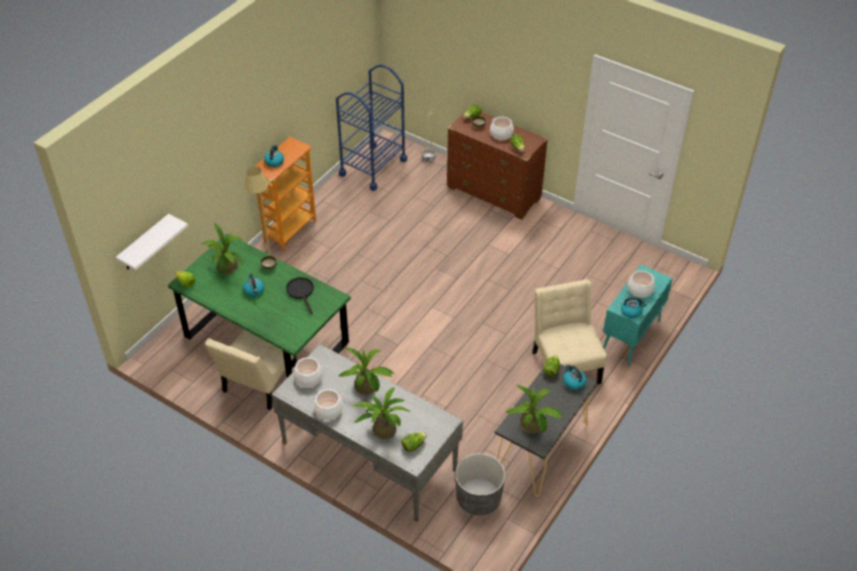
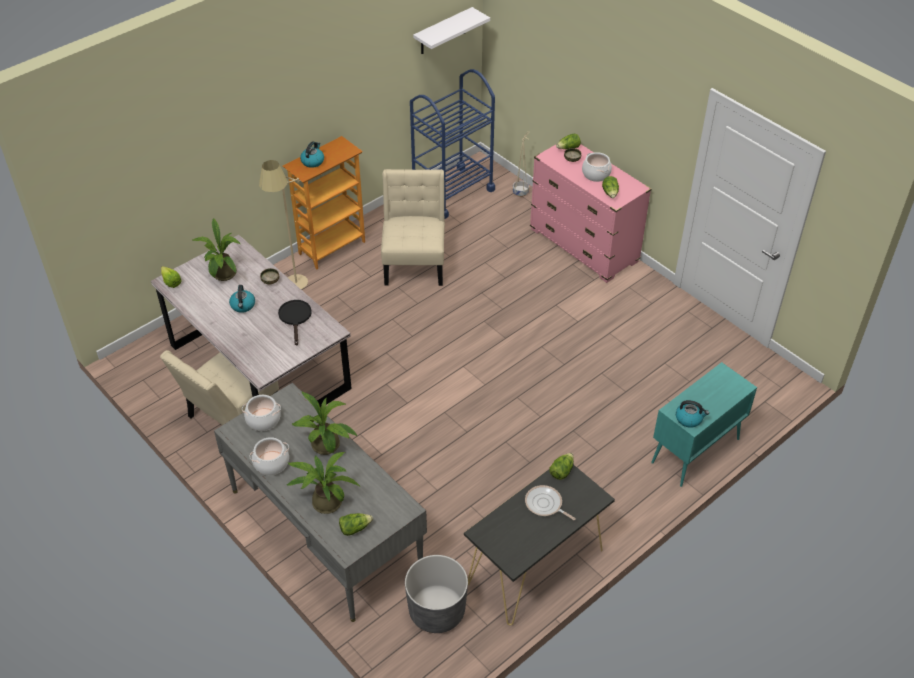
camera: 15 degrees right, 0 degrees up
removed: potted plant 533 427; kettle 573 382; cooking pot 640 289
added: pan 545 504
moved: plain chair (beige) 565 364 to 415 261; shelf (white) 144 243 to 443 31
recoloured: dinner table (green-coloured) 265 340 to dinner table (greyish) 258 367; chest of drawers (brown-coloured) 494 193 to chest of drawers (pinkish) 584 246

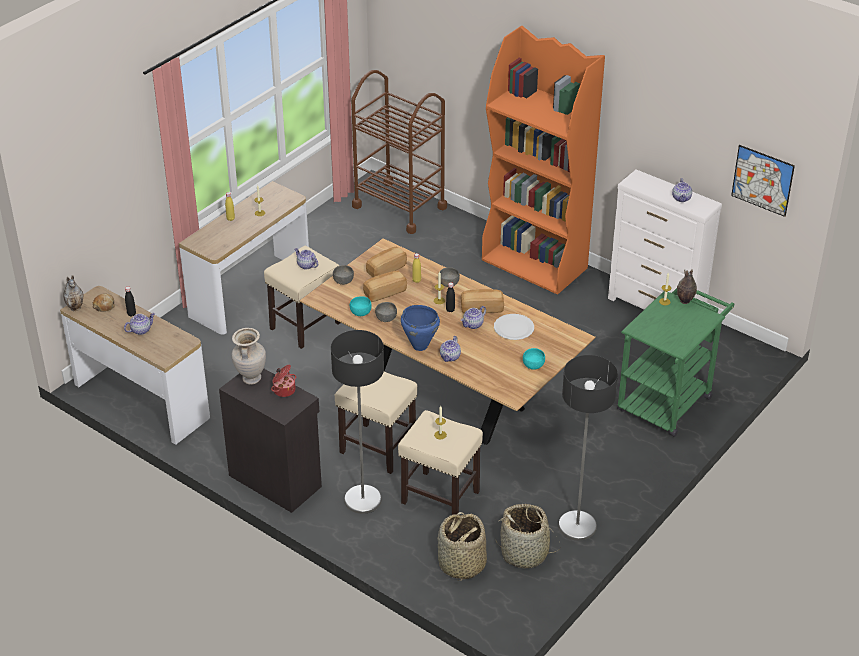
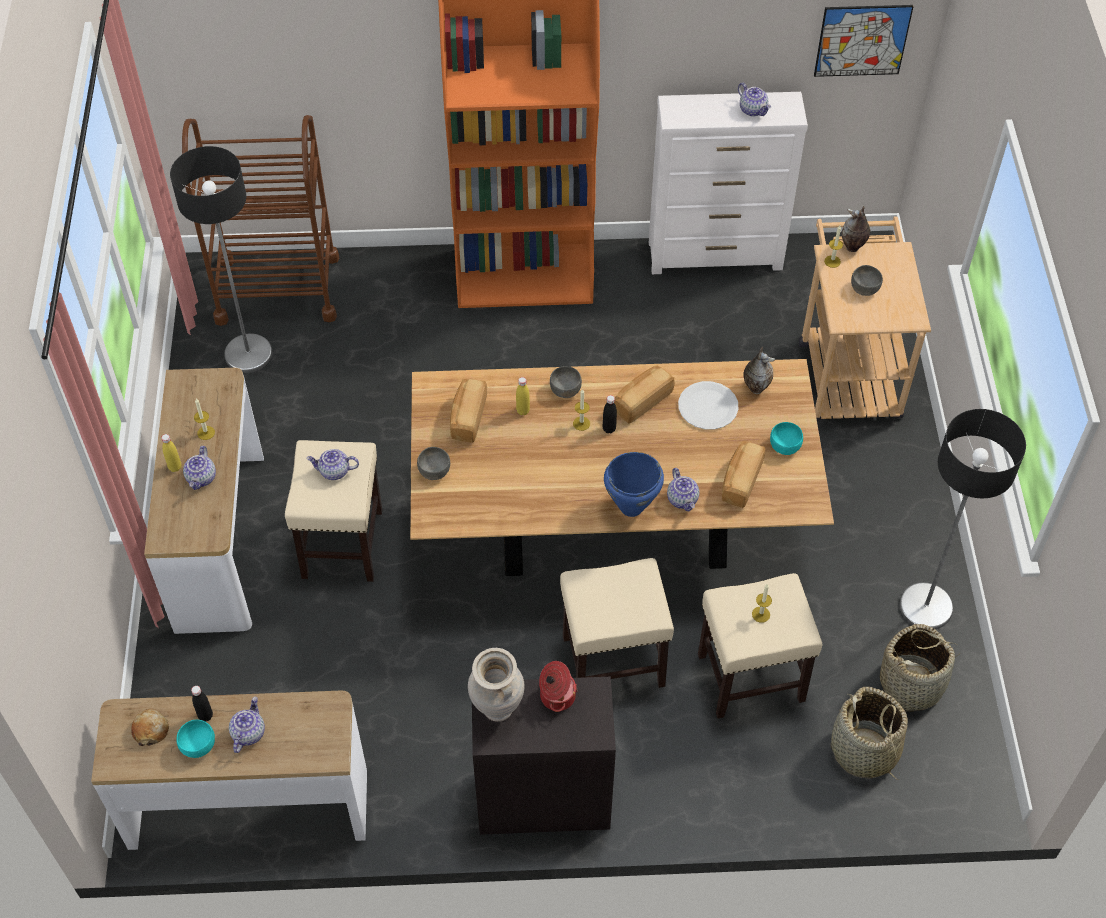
camera: 40 degrees left, 15 degrees up
moved: floor lamp 362 500 to 248 354; bowl (turquoise-coloured) 360 312 to 198 746; pot for tea 473 325 to 202 478; baked bread 384 292 to 740 481; decorative vase 76 307 to 756 387; bowl (greyish) 386 318 to 864 288
recoloured: wheeled cart (green-coloured) 668 399 to wheeled cart (beige) 847 370

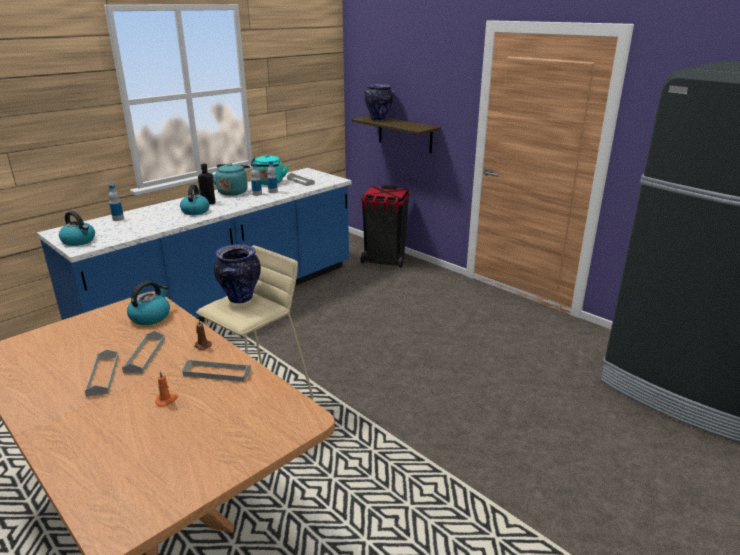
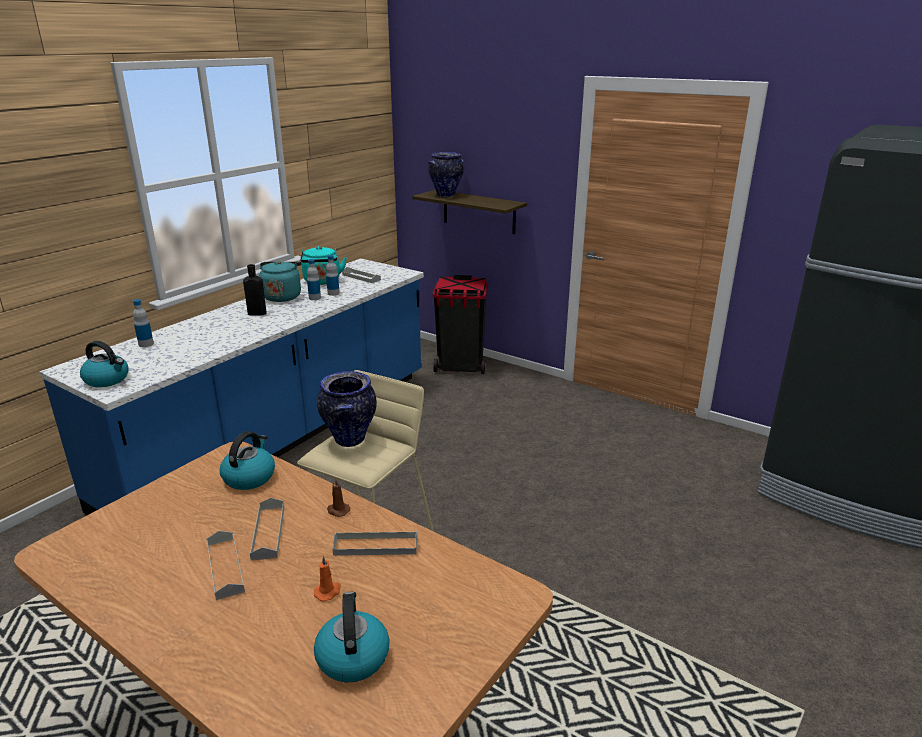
camera: 10 degrees left, 0 degrees up
moved: kettle 195 211 to 352 656

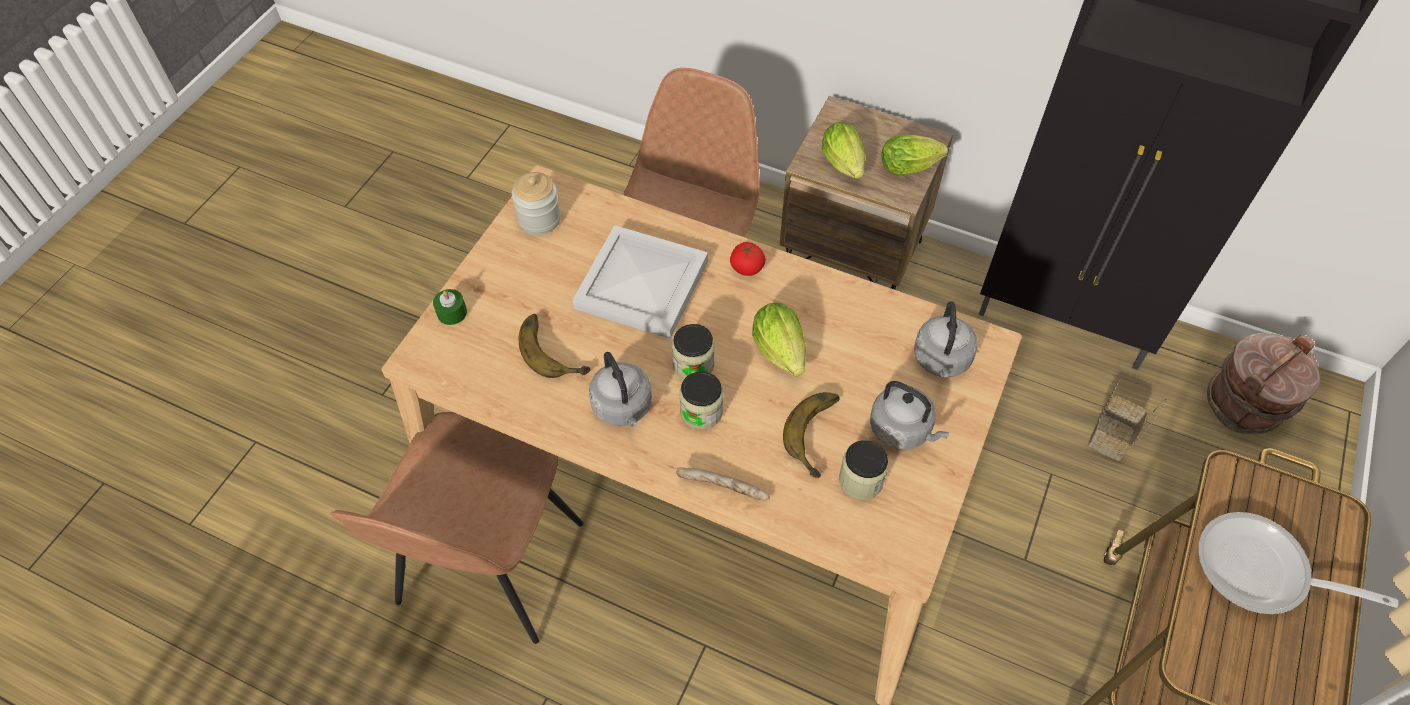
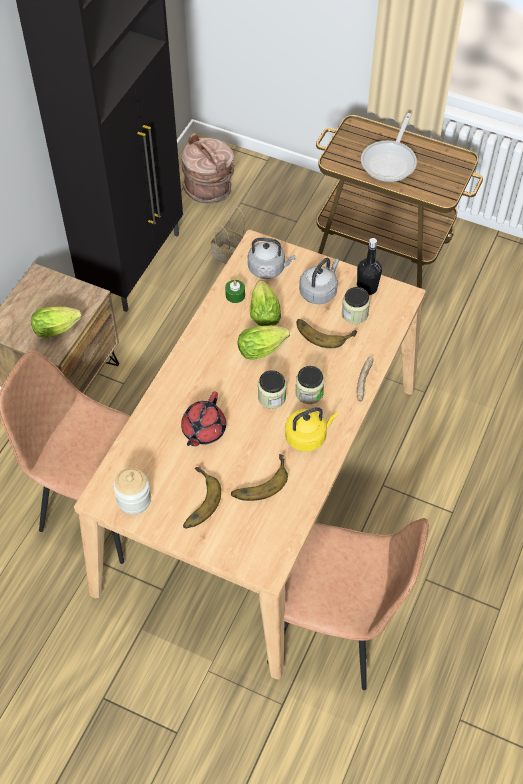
camera: 90 degrees left, 0 degrees up
removed: fresh tomato 747 268
added: banana 195 500; bottle (blackish) 367 288
moved: wax candle (green-coloured) 452 312 to 235 295; lettuce 911 167 to 263 312
replaced: serving tray (white) 639 285 to pot for tea (red) 203 430
recoloured: kettle (greyish) 623 408 to kettle (yellow-coloured) 307 436

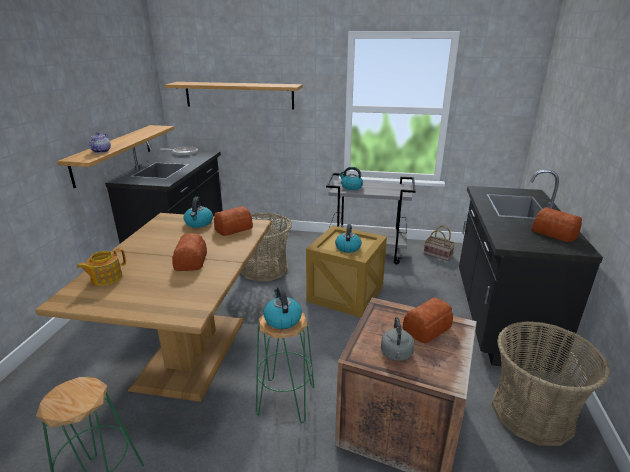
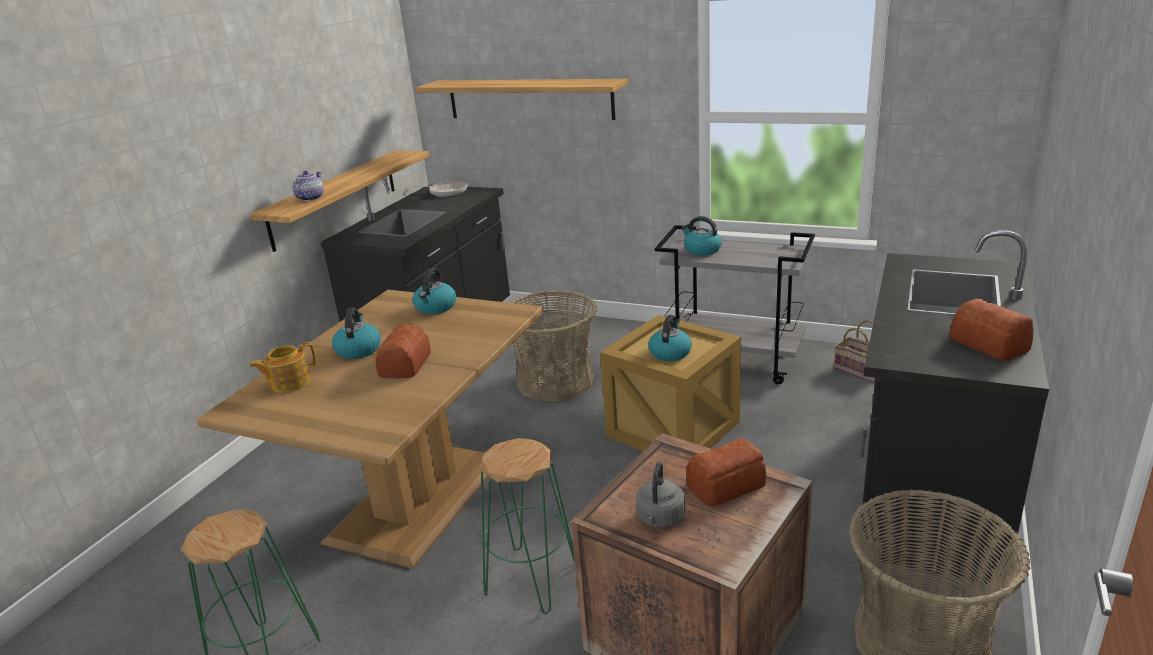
camera: 15 degrees right, 0 degrees up
removed: baked bread 232 228
moved: kettle 282 319 to 358 350

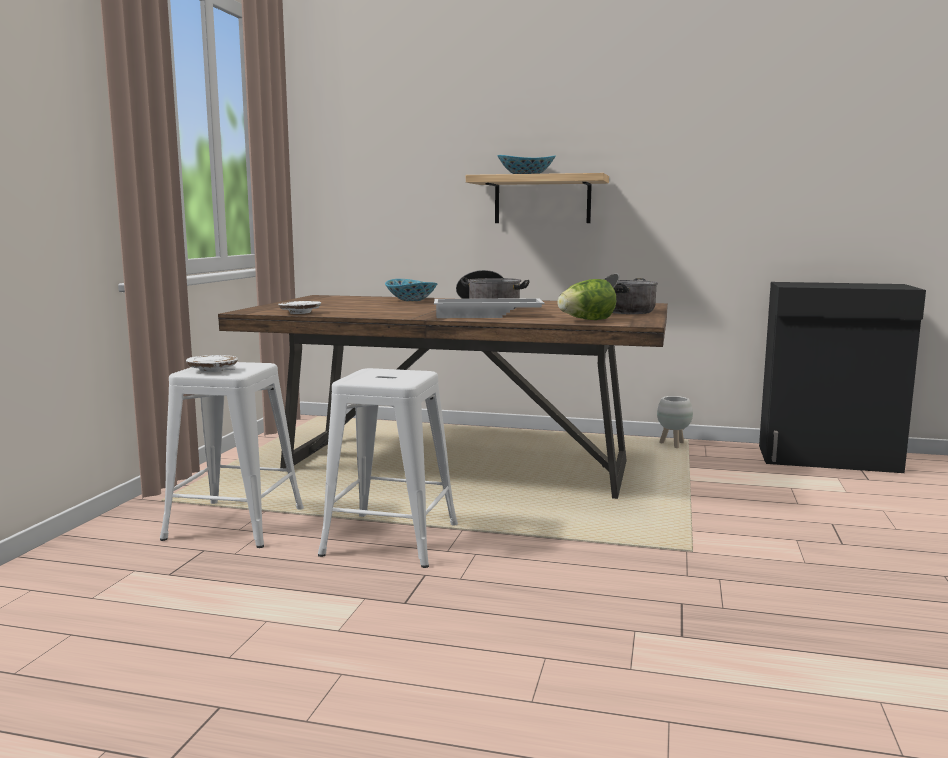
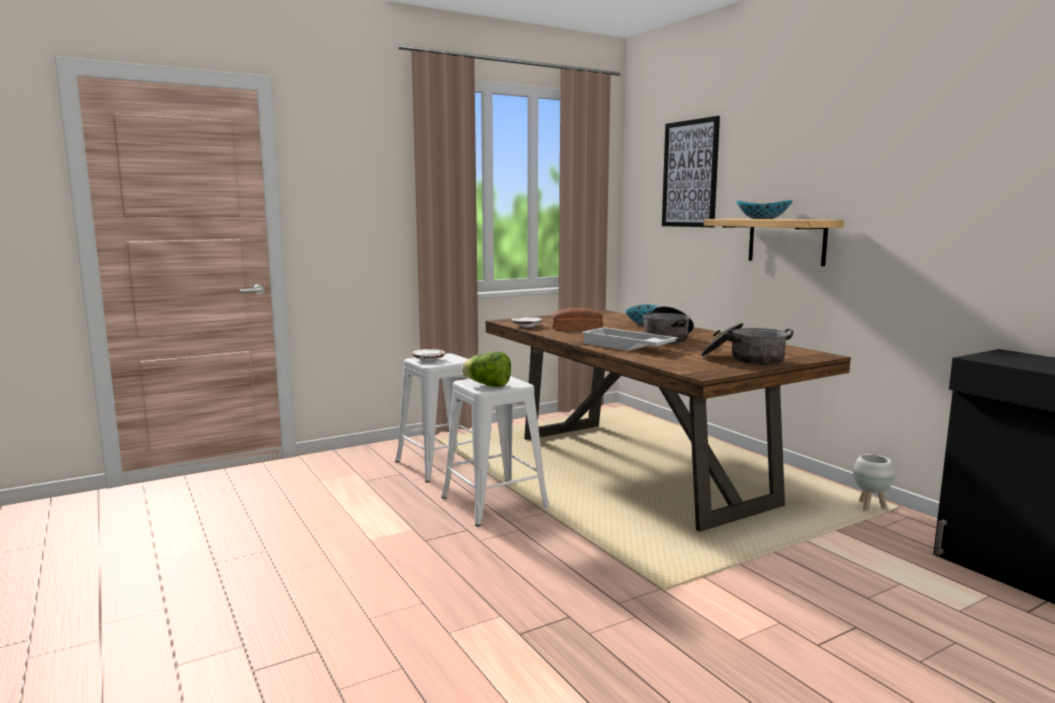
camera: 45 degrees right, 0 degrees up
added: baked bread 576 327; wall art 690 174
moved: lettuce 586 320 to 488 385

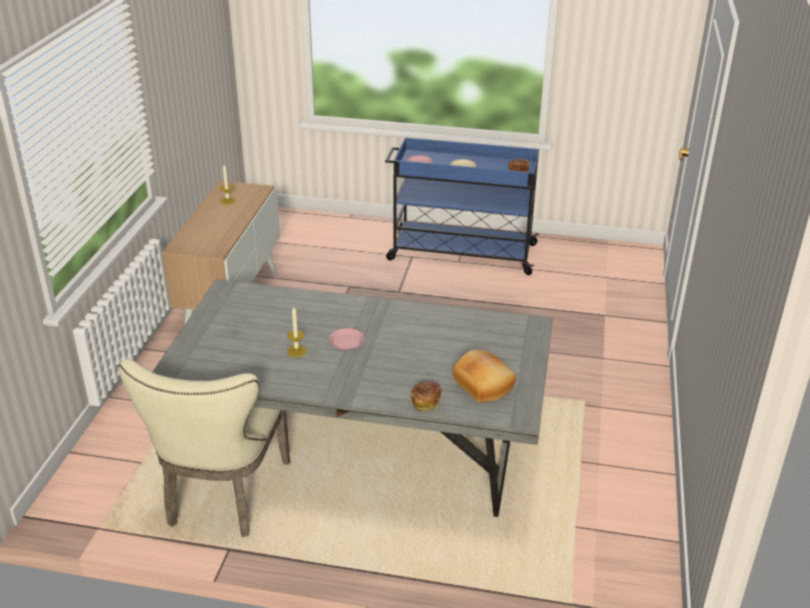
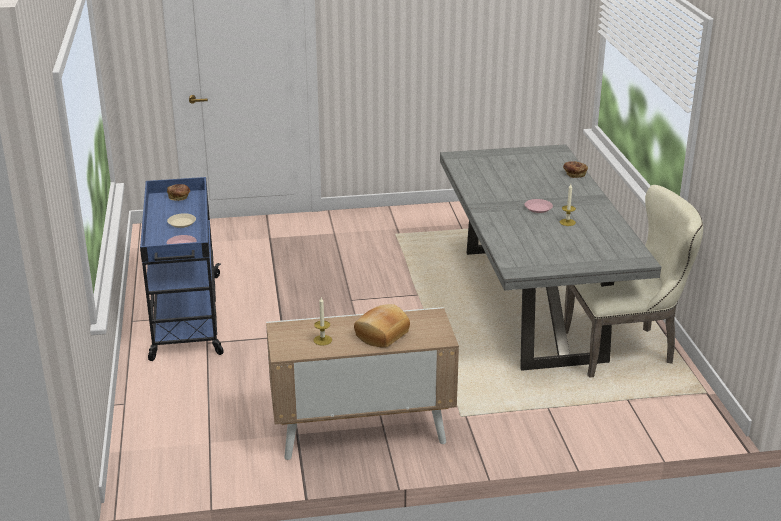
camera: 110 degrees left, 5 degrees down
moved: baked bread 484 385 to 381 334

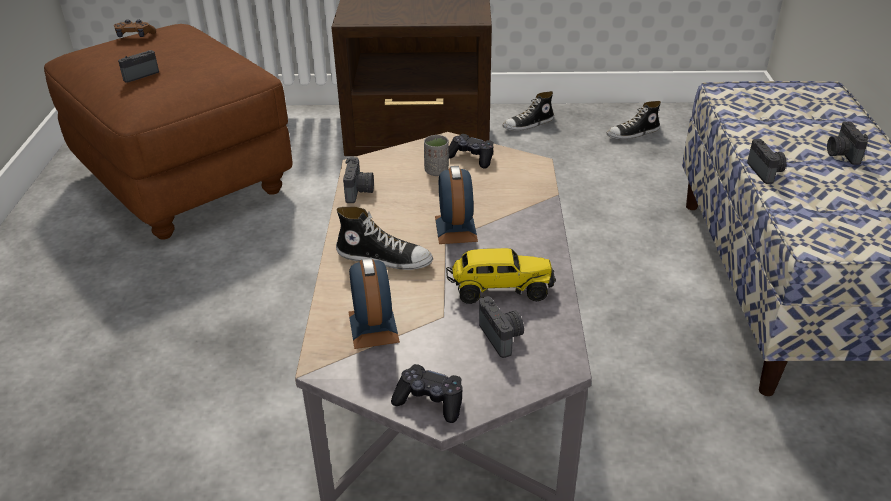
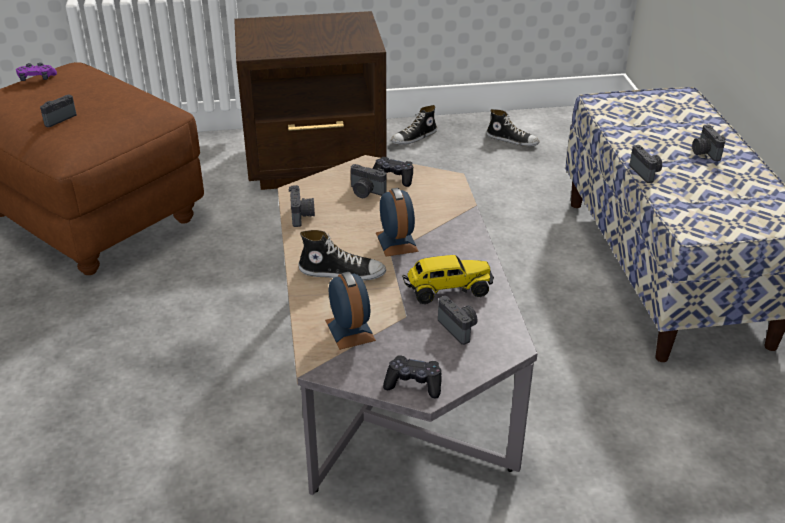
camera: 10 degrees left, 0 degrees up
replaced: drinking cup (greyish) 436 171 to photo camera 366 192
recoloured: joypad (brown-coloured) 135 36 to joypad (purple) 37 79
turned: shoe 633 134 = 512 140 120 degrees counterclockwise

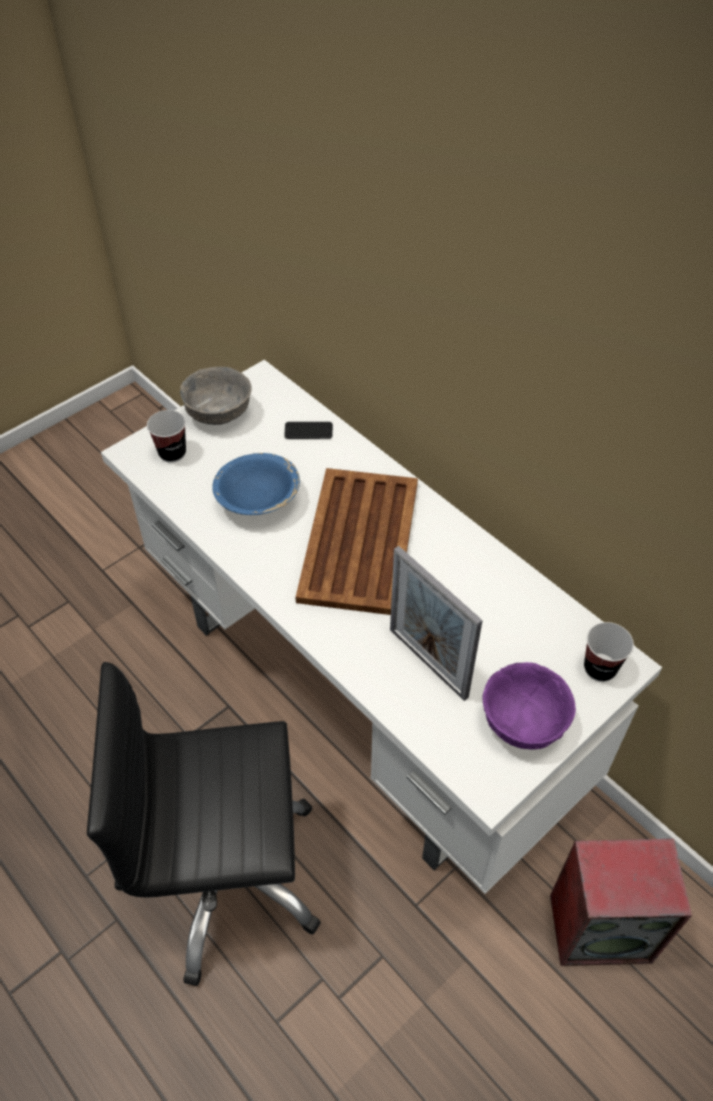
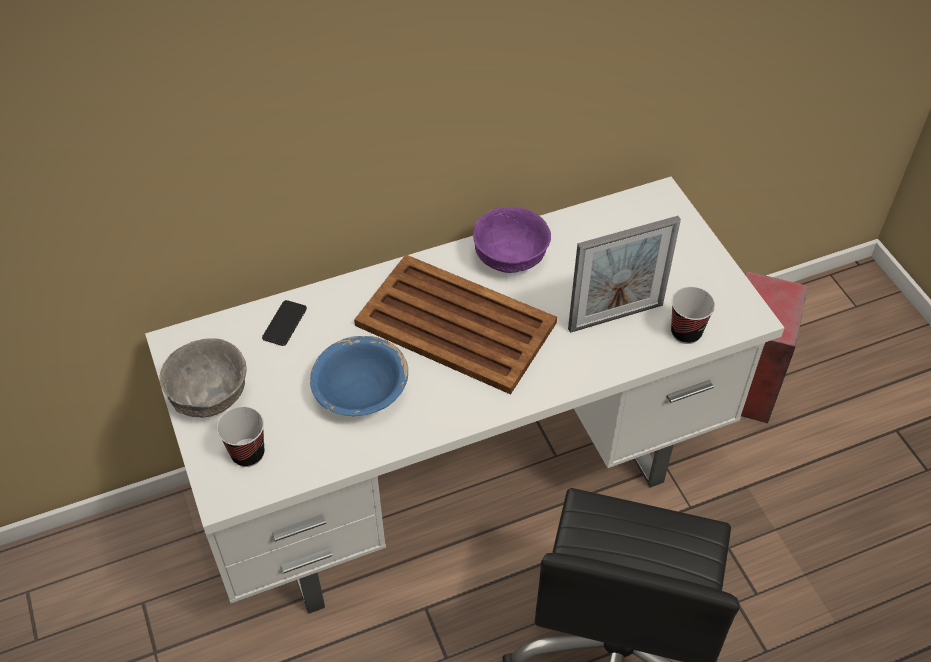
camera: 70 degrees left, 0 degrees up
moved: bowl (purple) 522 721 to 509 259; drinking cup 599 668 to 686 333

